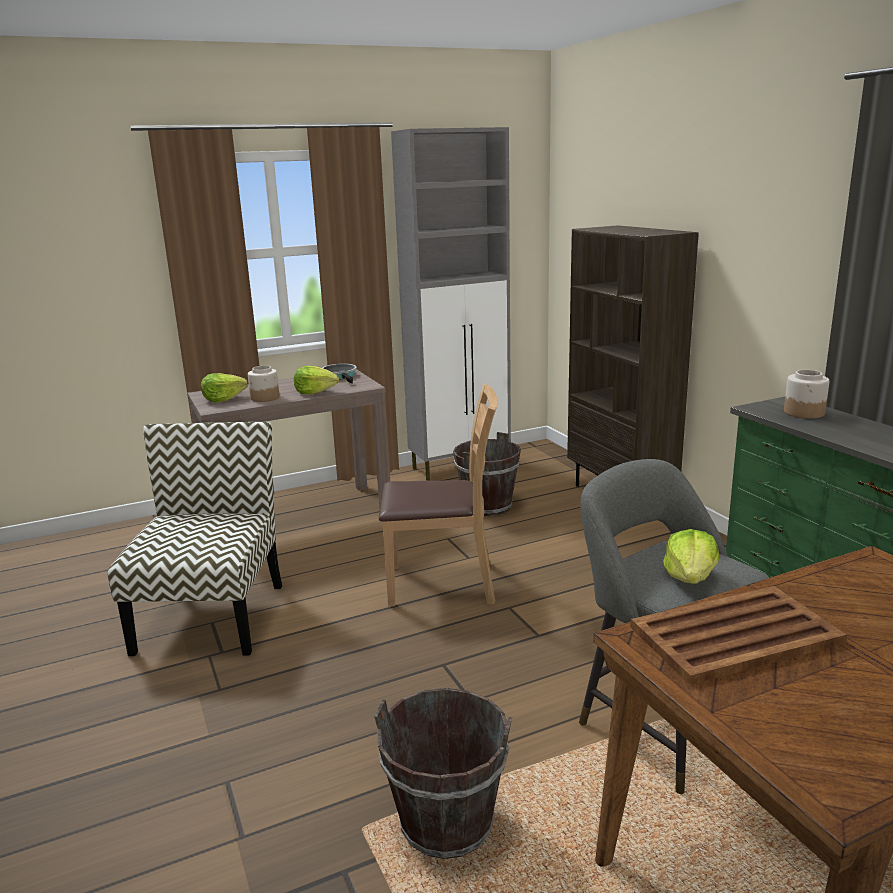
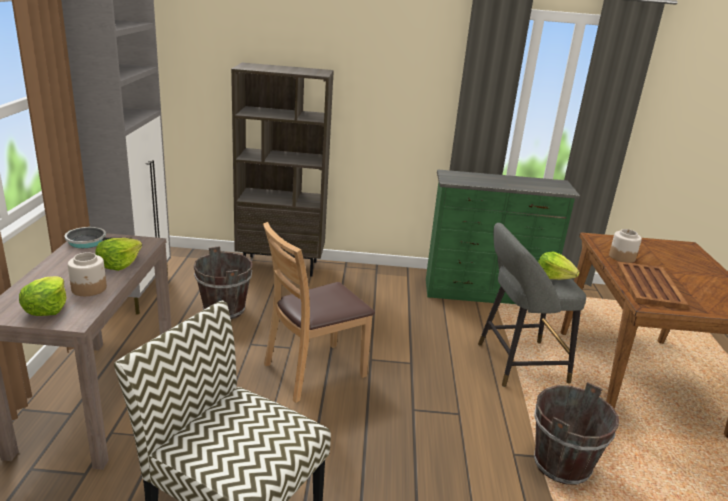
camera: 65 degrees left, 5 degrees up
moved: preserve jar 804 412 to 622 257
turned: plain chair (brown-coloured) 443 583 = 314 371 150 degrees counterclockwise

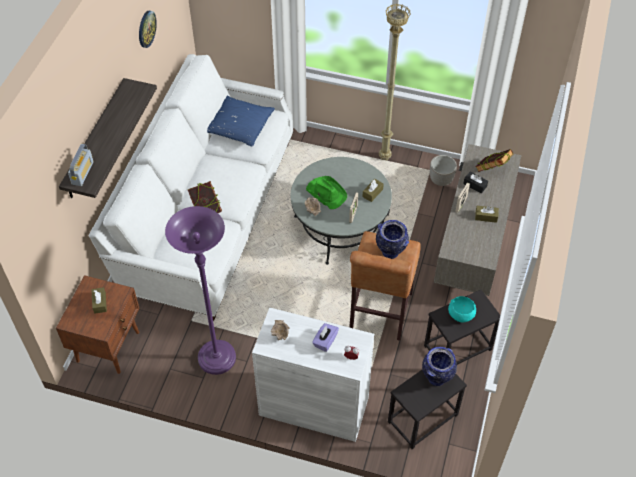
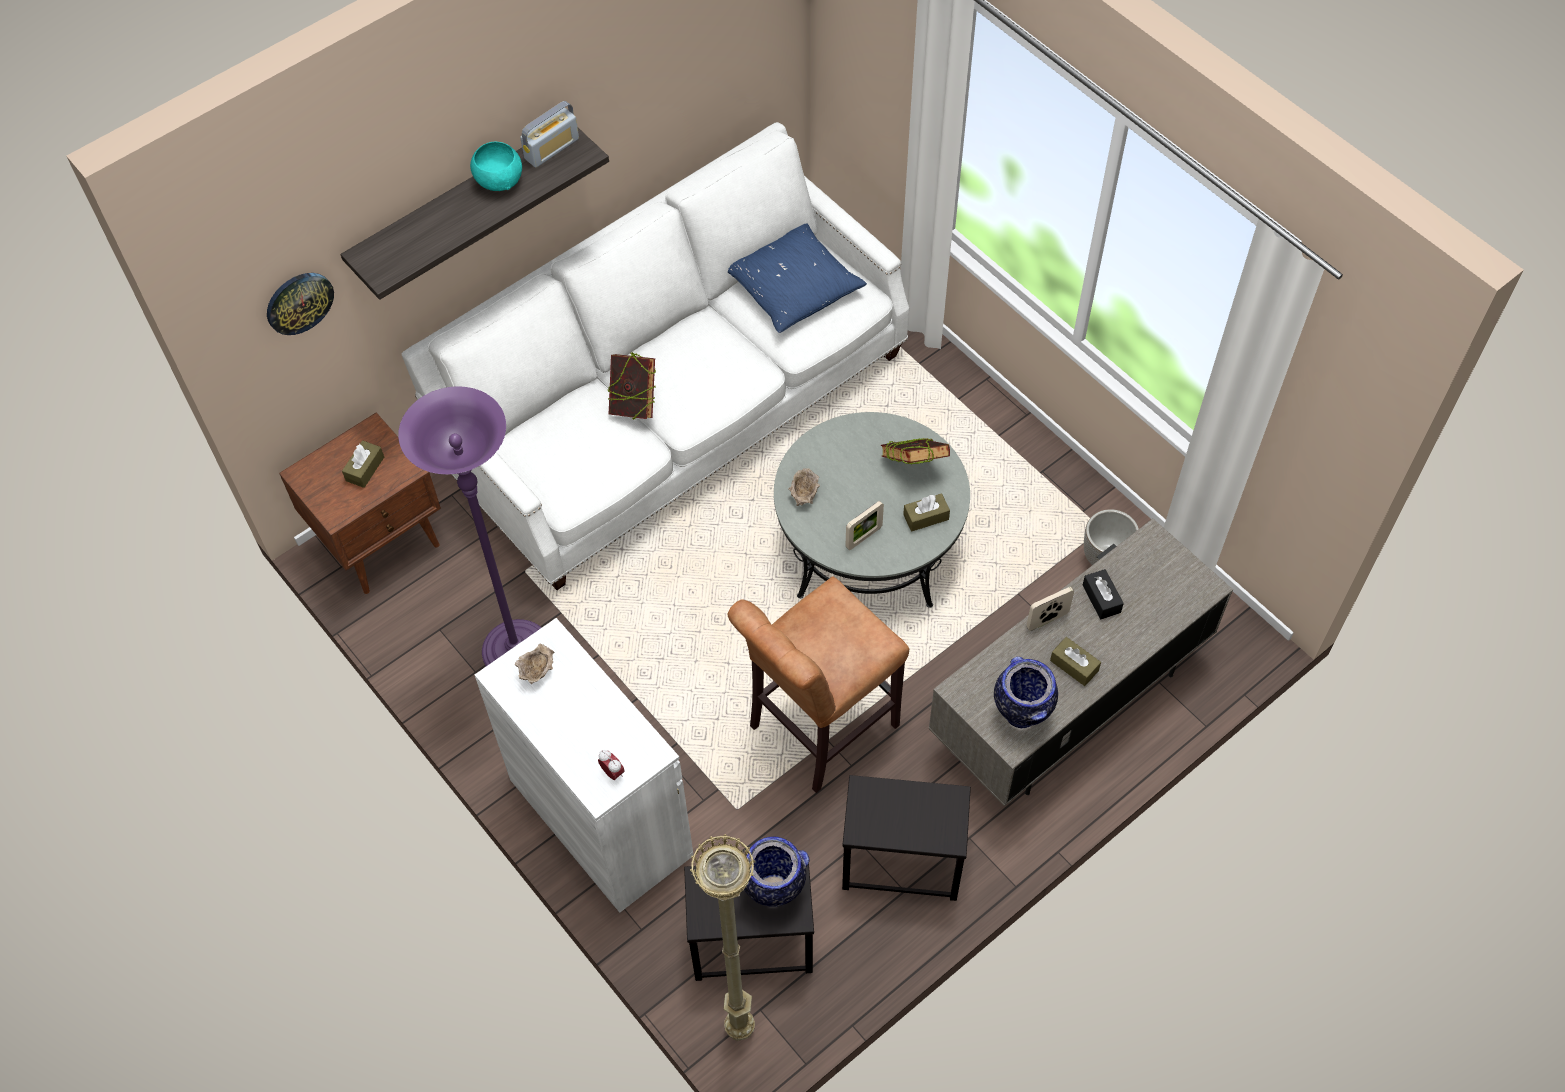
camera: 35 degrees right, 5 degrees up
removed: hat (green-coloured) 326 193; tissue box (purple) 325 341
moved: wall clock 146 29 to 299 302; bowl (turquoise-coloured) 460 315 to 499 181; radio 82 173 to 552 149; floor lamp (beige) 385 158 to 741 1030; book 492 171 to 913 467; decorative vase 391 253 to 1021 715

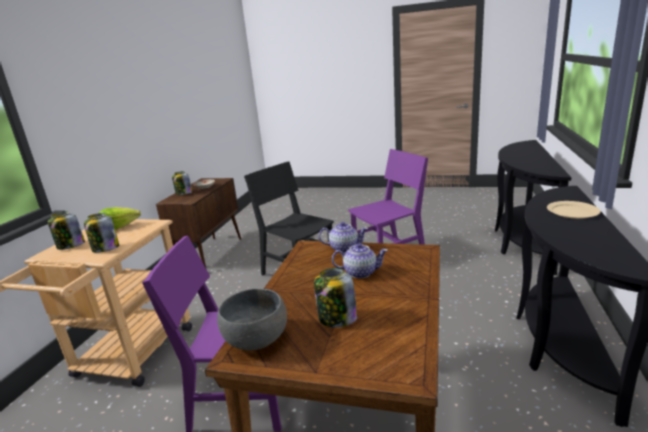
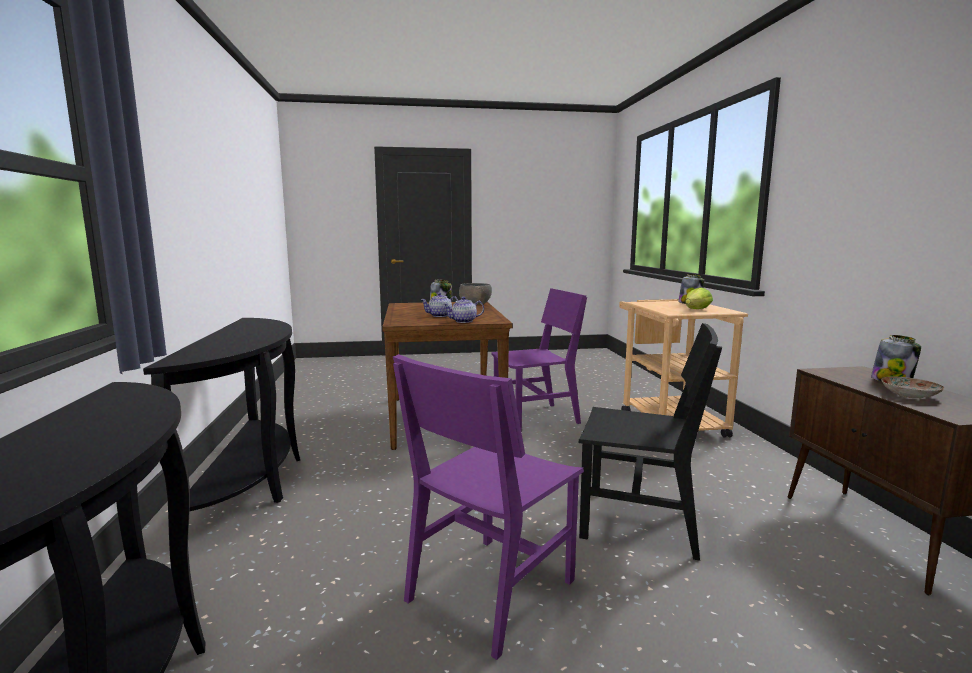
camera: 155 degrees right, 10 degrees down
removed: preserve jar 105 249; plate (beige) 572 212

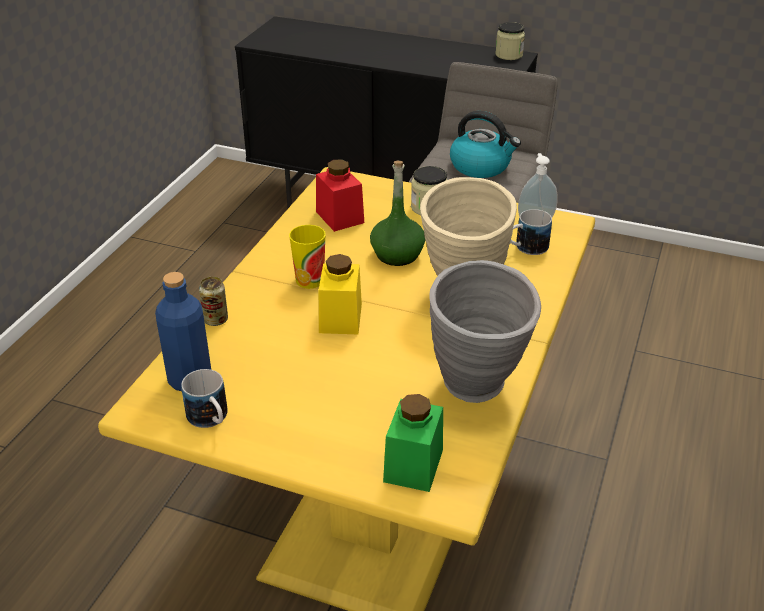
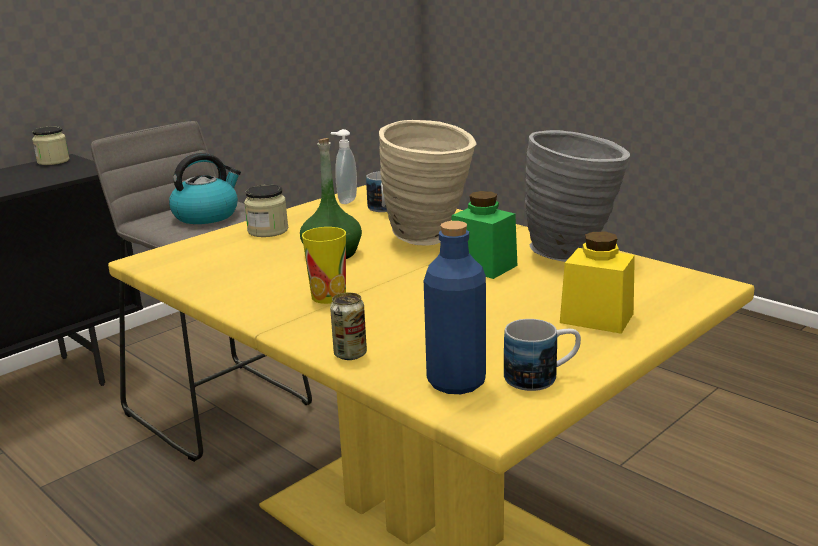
camera: 65 degrees left, 15 degrees down
removed: preserve jar (red) 339 217
moved: preserve jar (green-coloured) 413 465 to 483 266; preserve jar (yellow-coloured) 340 318 to 596 318

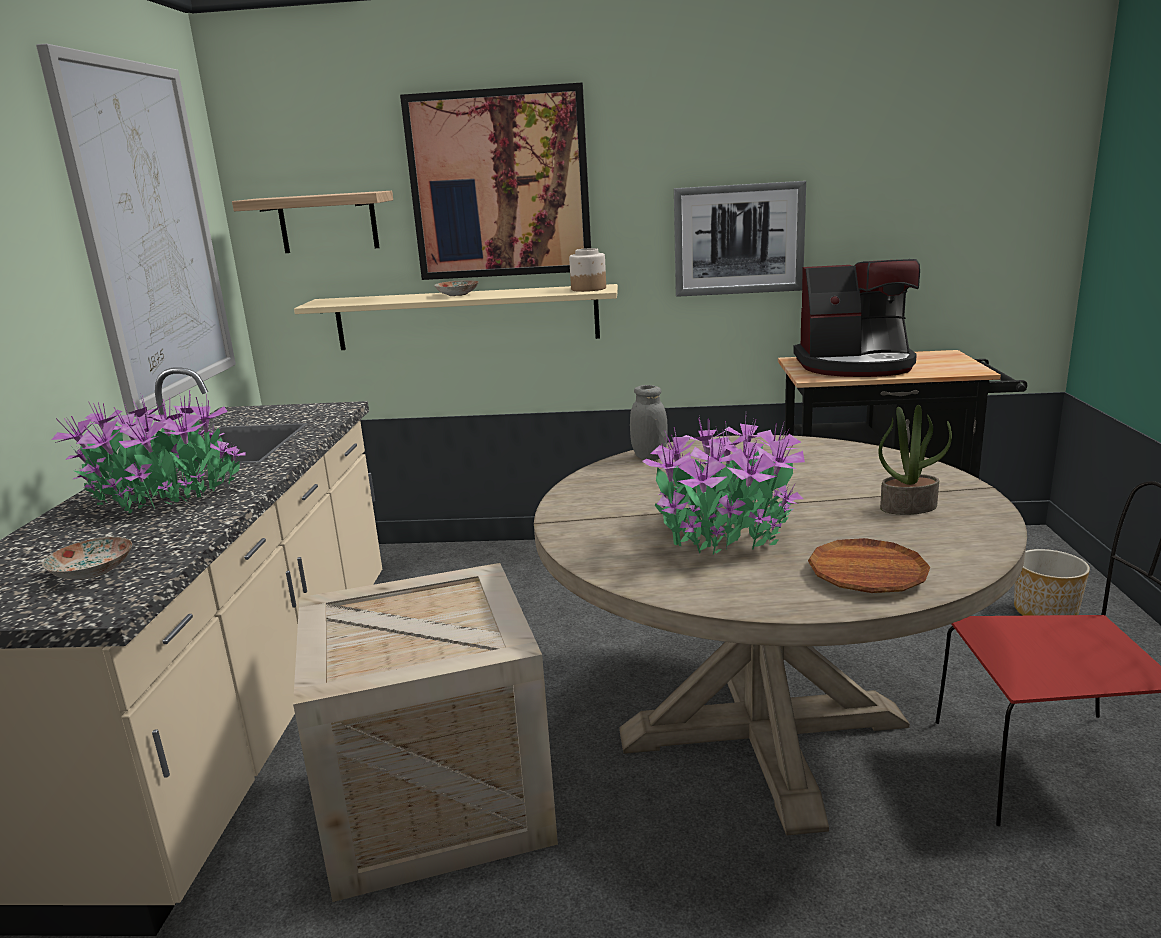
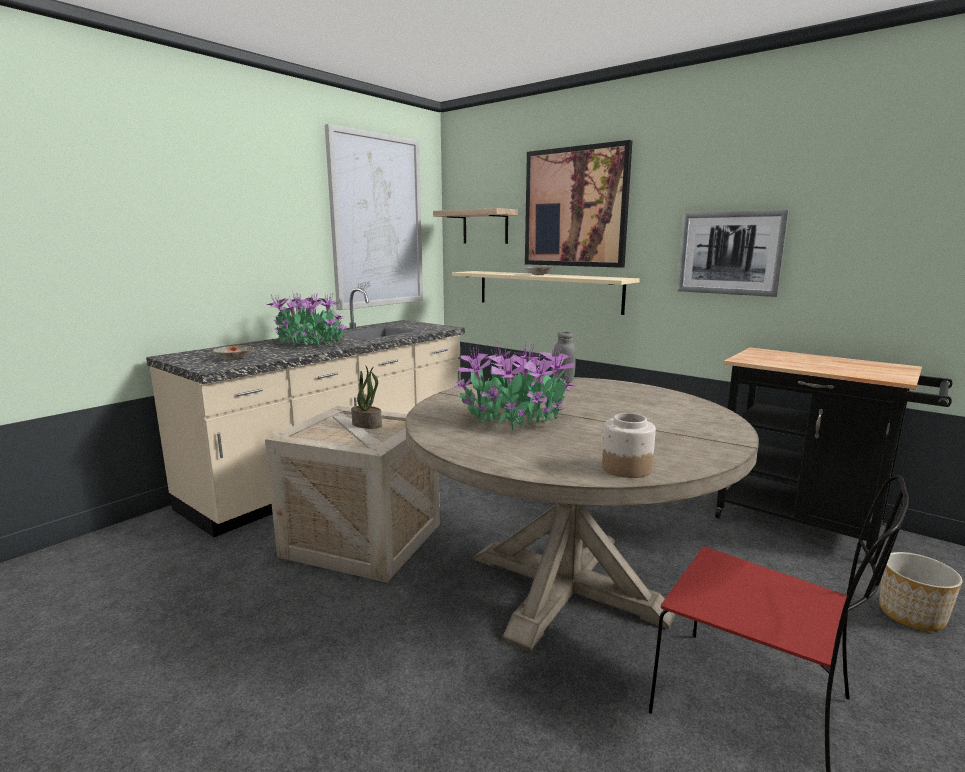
camera: 35 degrees right, 5 degrees down
removed: coffee maker 855 365; plate (brown-coloured) 867 573
moved: potted plant 908 507 to 367 424; preserve jar 588 289 to 626 468

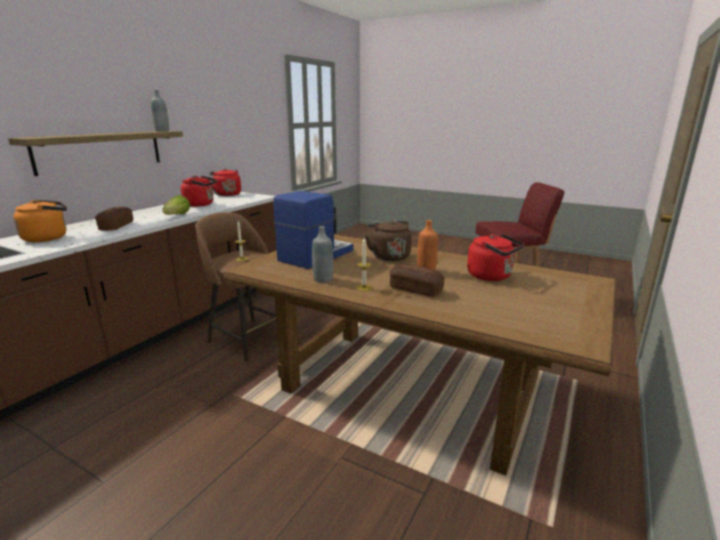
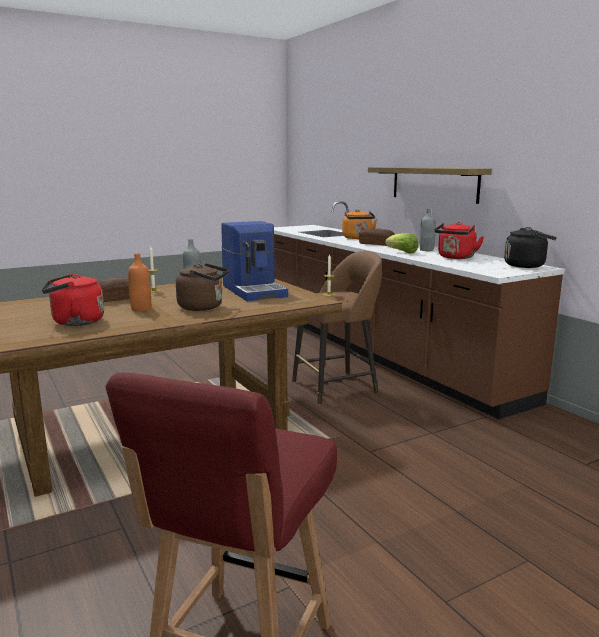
camera: 120 degrees right, 5 degrees down
moved: bottle (greyish) 162 131 to 426 250
recoloured: kettle (red) 227 194 to kettle (blackish) 526 265

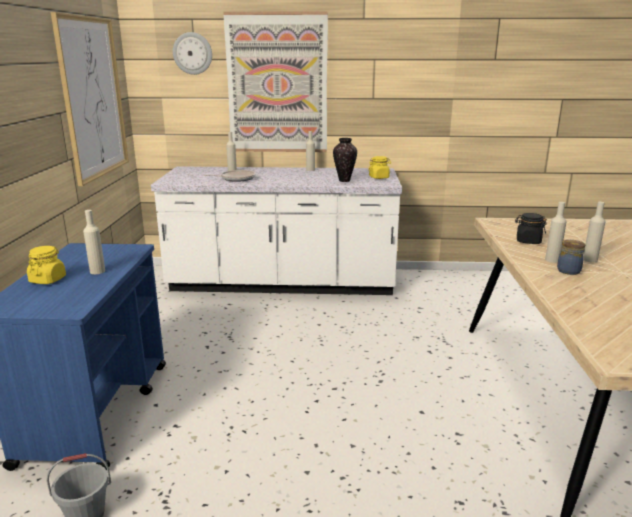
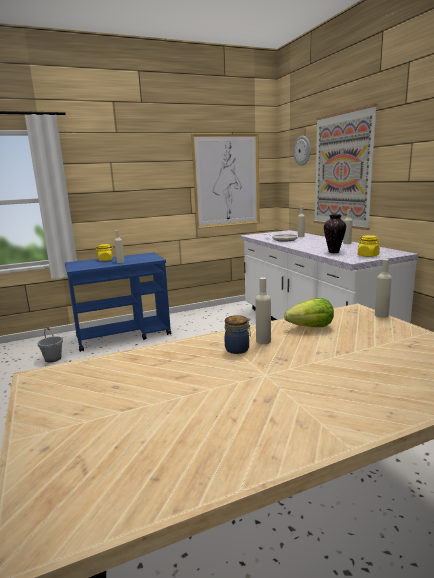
camera: 65 degrees right, 5 degrees down
moved: bottle (beige) 590 260 to 381 315
replaced: preserve jar (blackish) 528 241 to lettuce 311 327

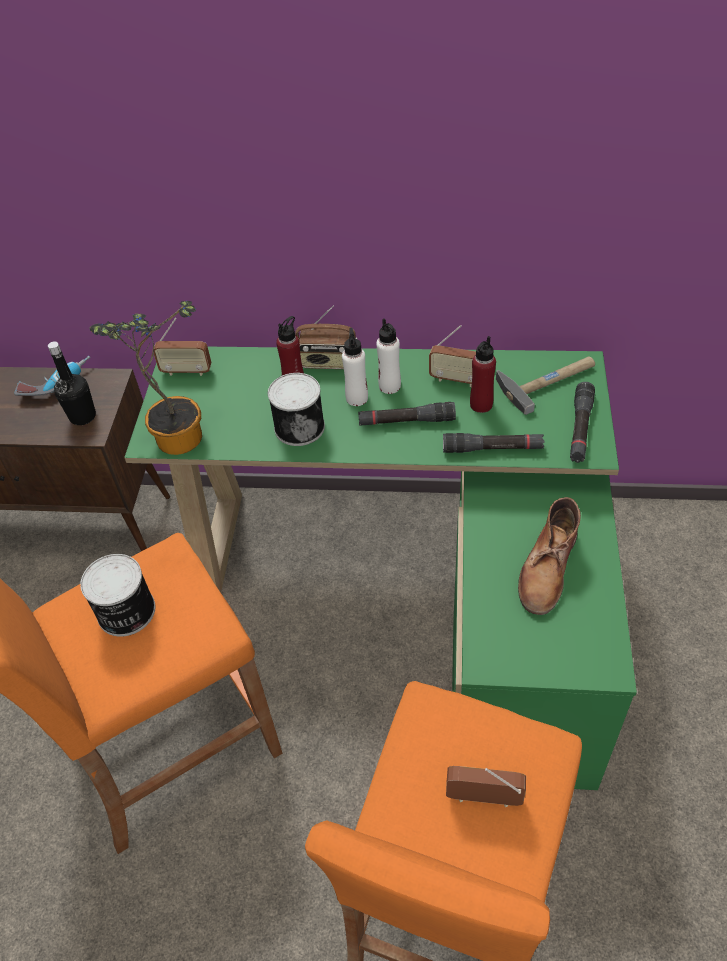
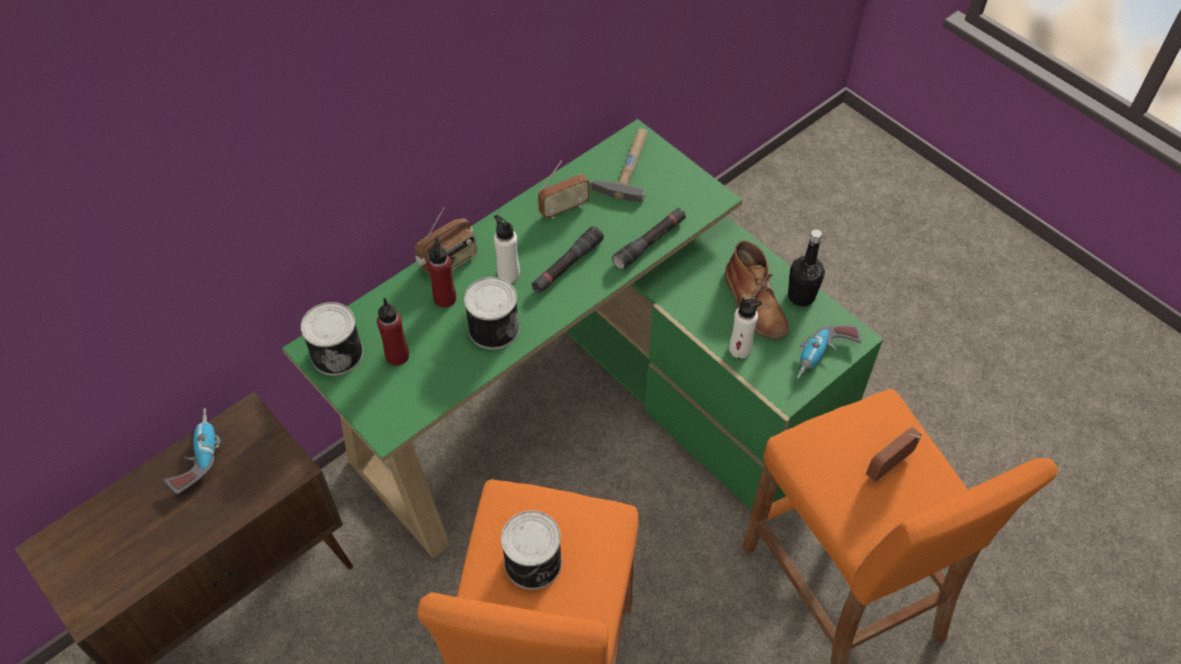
camera: 50 degrees left, 5 degrees up
removed: potted plant 175 434; torch (blackish) 580 428
added: electric drill 824 357
moved: bottle (red) 481 404 to 397 356; bottle (white) 389 386 to 740 349; bottle (blackish) 83 416 to 801 296
replaced: radio 186 371 to metal can 337 352

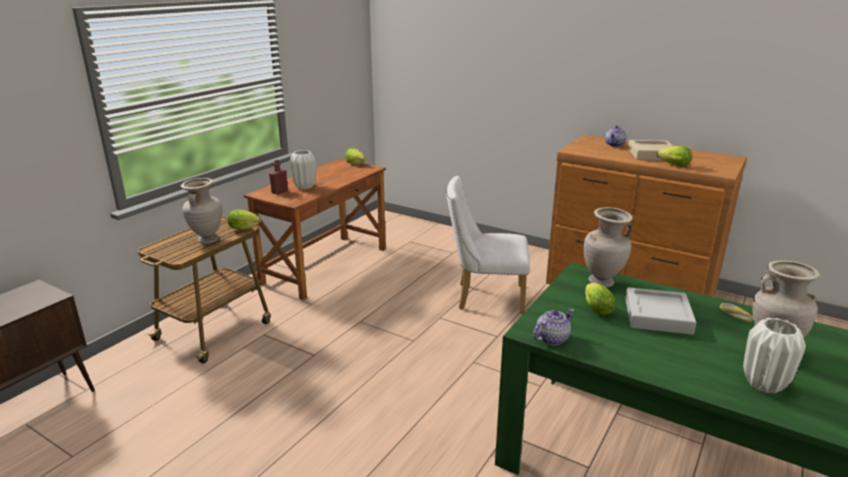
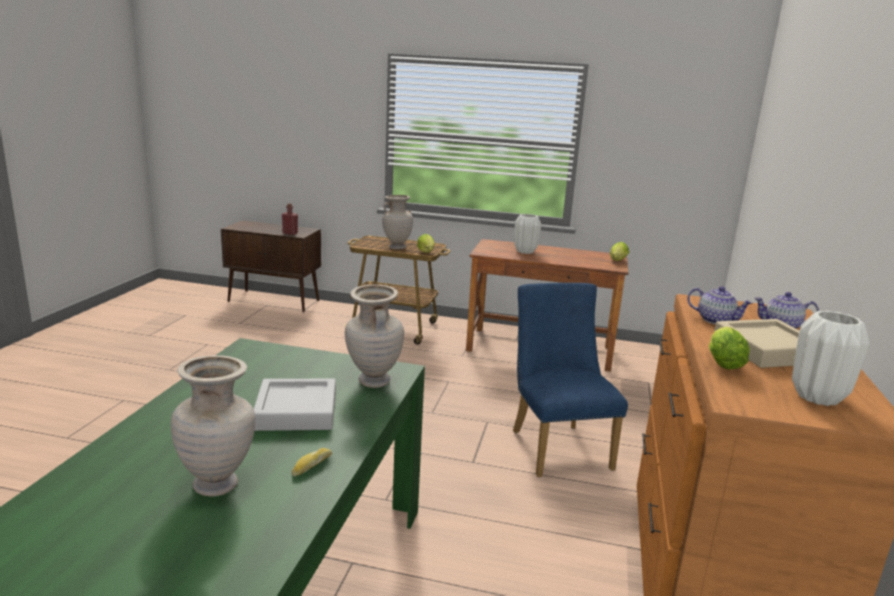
camera: 70 degrees right, 5 degrees down
removed: lettuce 595 308
moved: bottle (red) 279 192 to 290 233; pot for tea 552 338 to 716 320; decorative vase (white) 763 384 to 817 397
recoloured: plain chair (white) 484 297 to plain chair (blue-coloured) 557 445

